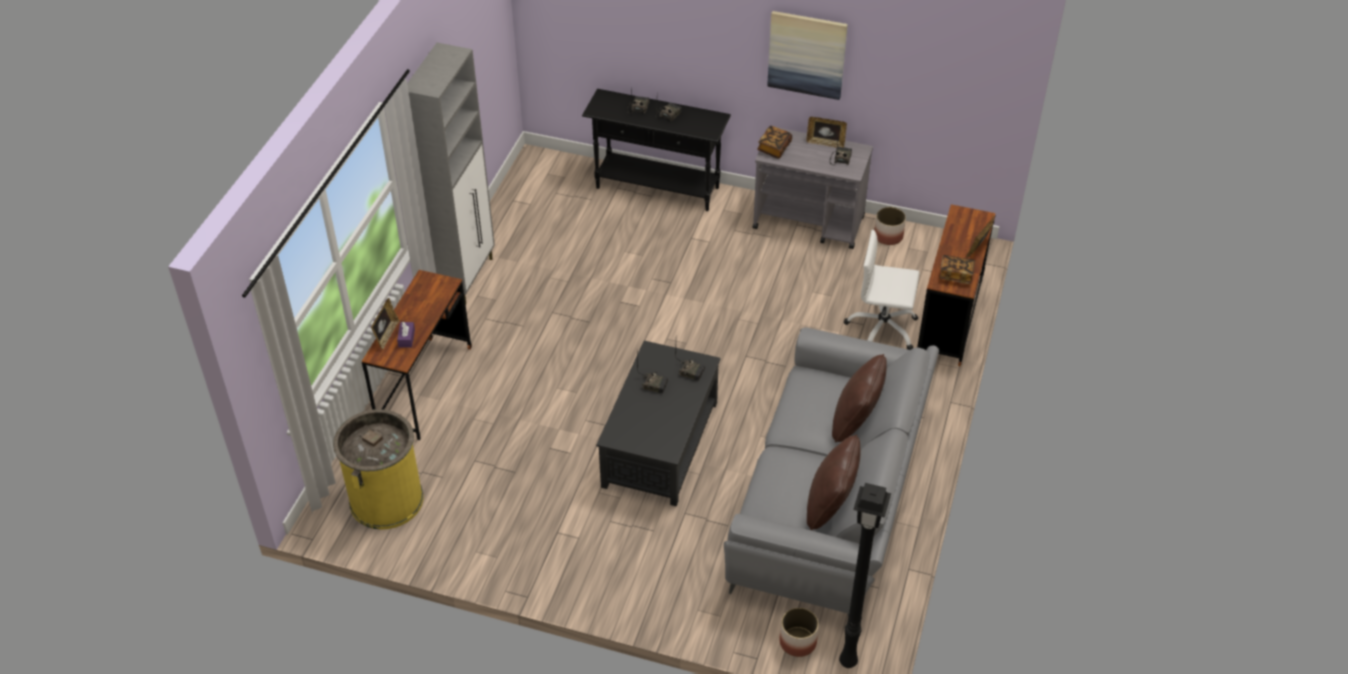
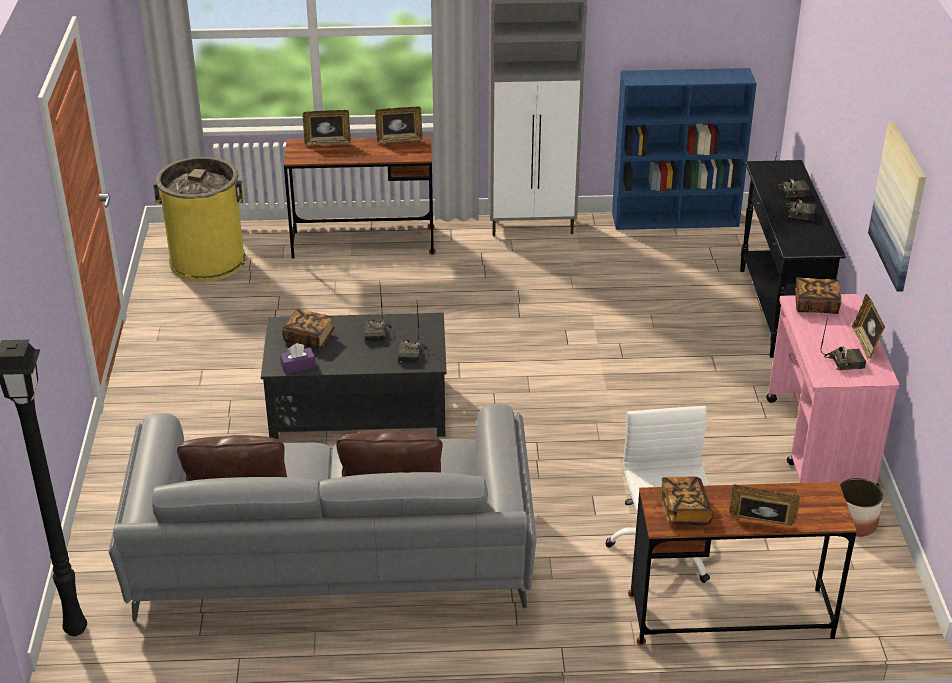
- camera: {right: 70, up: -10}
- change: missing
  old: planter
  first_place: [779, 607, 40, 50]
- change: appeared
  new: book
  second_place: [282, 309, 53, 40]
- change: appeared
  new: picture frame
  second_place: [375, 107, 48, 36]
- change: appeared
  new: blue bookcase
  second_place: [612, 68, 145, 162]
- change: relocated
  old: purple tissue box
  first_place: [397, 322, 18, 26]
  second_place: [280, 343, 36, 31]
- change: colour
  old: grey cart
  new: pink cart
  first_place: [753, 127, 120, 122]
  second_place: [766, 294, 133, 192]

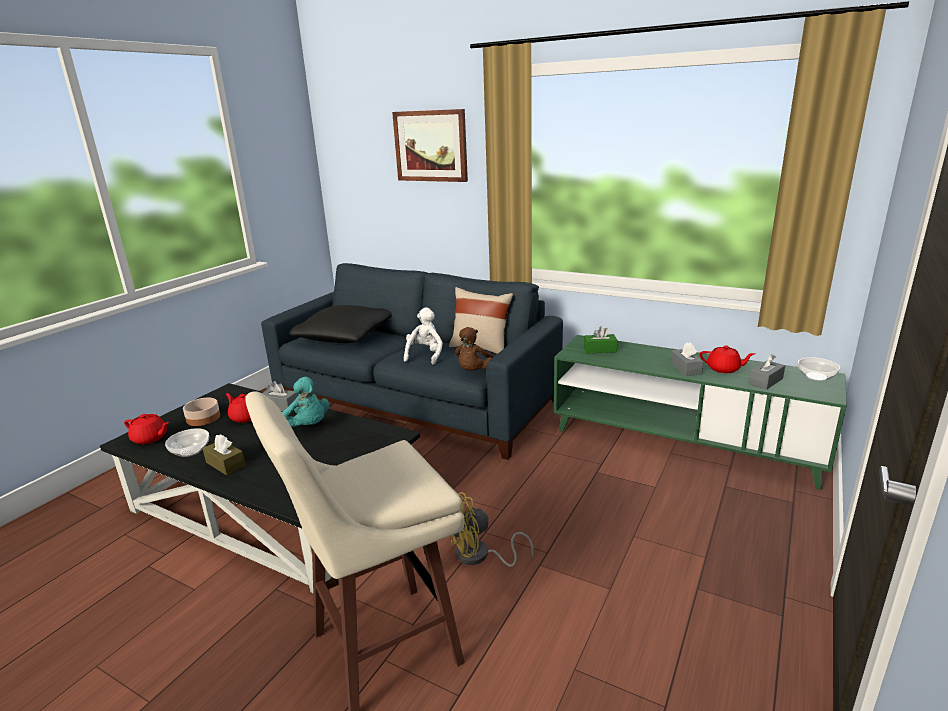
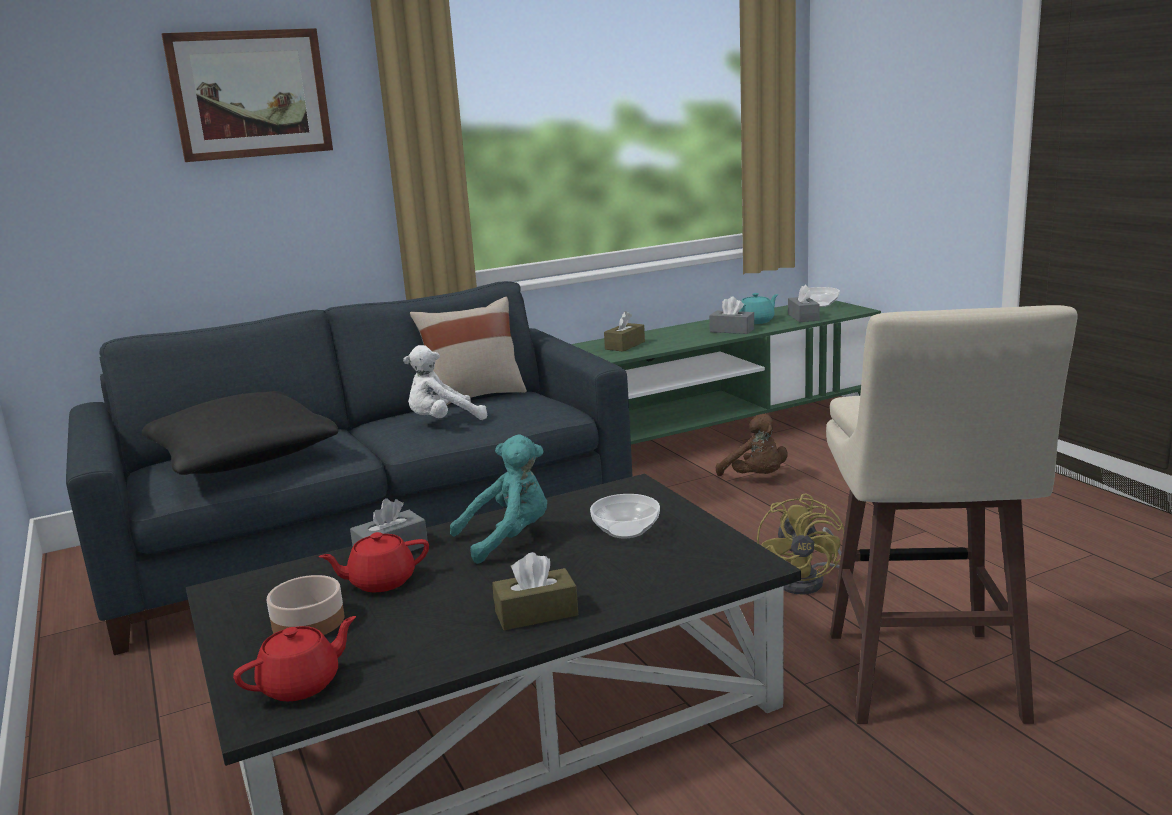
- camera: {right: -55, up: -5}
- change: relocated
  old: bowl
  first_place: [165, 428, 44, 29]
  second_place: [590, 494, 70, 44]
- change: relocated
  old: brown plush toy
  first_place: [455, 327, 39, 44]
  second_place: [716, 414, 72, 62]
- change: colour
  old: green tissue box
  new: brown tissue box
  first_place: [584, 326, 34, 27]
  second_place: [604, 311, 41, 41]
- change: colour
  old: red teapot
  new: turquoise teapot
  first_place: [700, 346, 55, 27]
  second_place: [740, 293, 38, 31]
- change: spun
  old: white plush toy
  first_place: [404, 307, 39, 58]
  second_place: [403, 345, 84, 75]
  degrees: -75

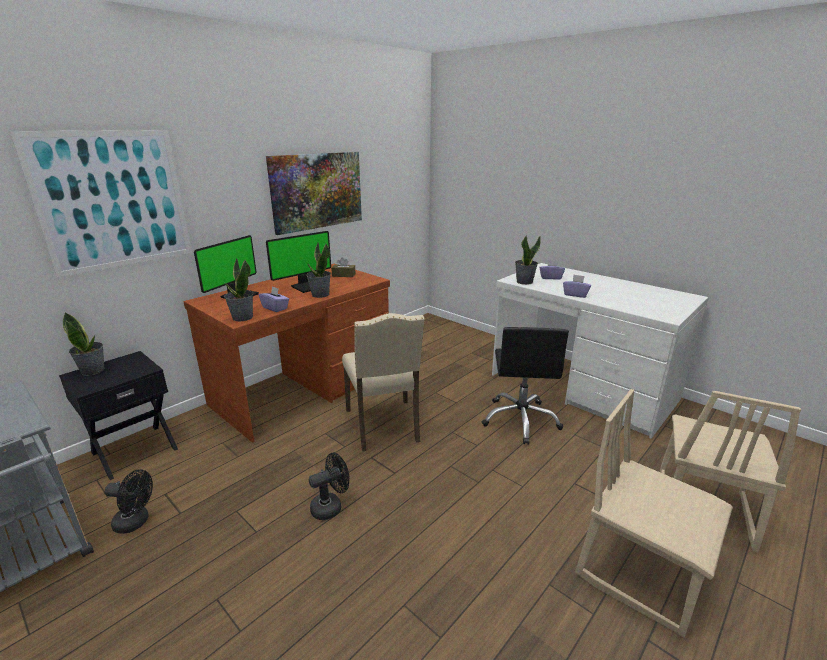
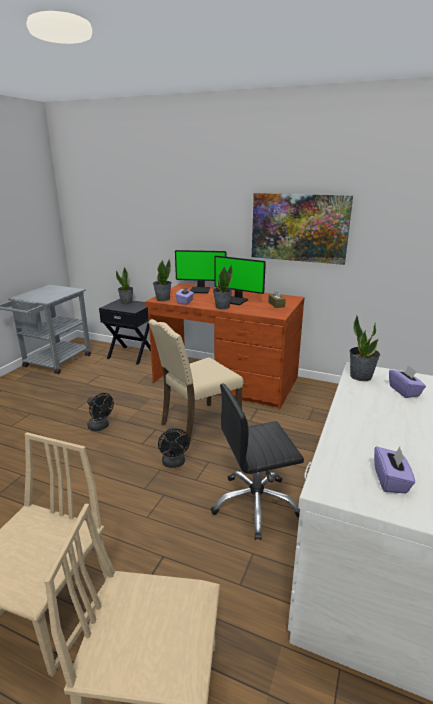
- camera: {right: 70, up: 0}
- change: missing
  old: picture
  first_place: [10, 130, 182, 148]
- change: relocated
  old: black fan
  first_place: [105, 469, 48, 65]
  second_place: [158, 427, 32, 41]
- change: relocated
  old: purple tissue box
  first_place: [563, 274, 28, 24]
  second_place: [374, 446, 41, 47]

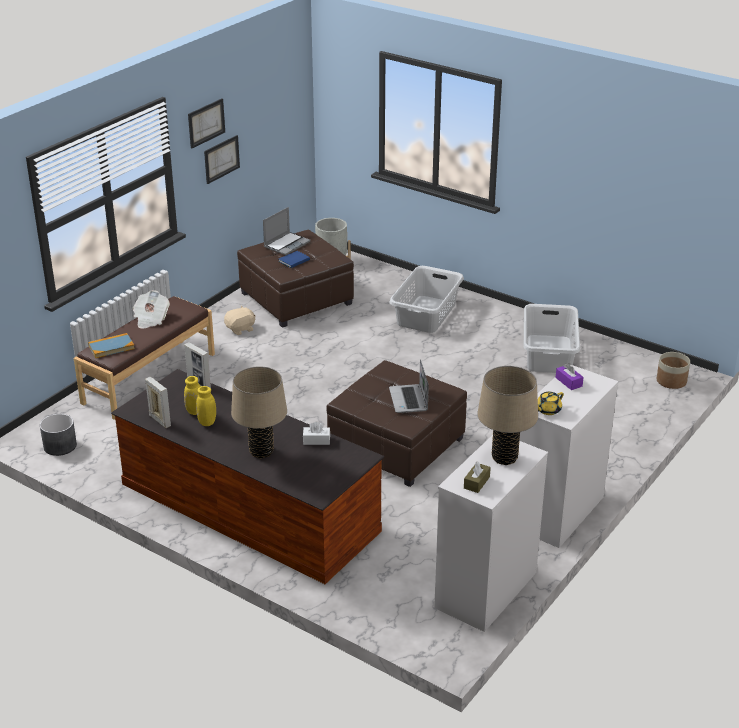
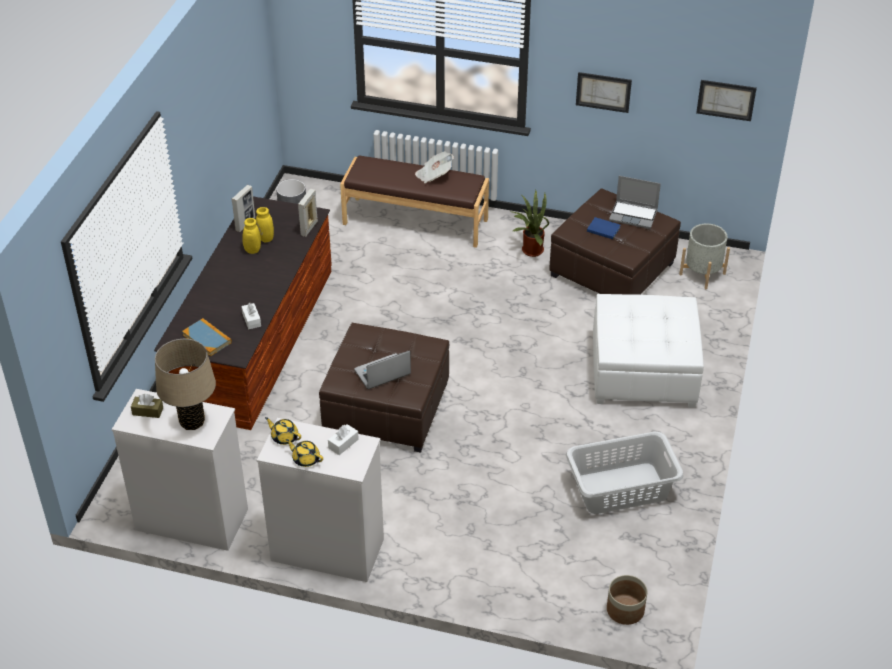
- camera: {right: 70, up: 10}
- change: missing
  old: beige table lamp
  first_place: [231, 366, 56, 92]
- change: appeared
  new: yellow teapot
  second_place: [286, 439, 37, 28]
- change: relocated
  old: book
  first_place: [88, 333, 47, 25]
  second_place: [182, 318, 50, 38]
- change: relocated
  old: picture
  first_place: [188, 99, 37, 50]
  second_place: [696, 80, 61, 41]
- change: exchanged
  old: beige plush toy
  new: potted plant
  first_place: [224, 306, 32, 29]
  second_place: [513, 190, 36, 67]
- change: exchanged
  old: grey laundry basket
  new: white ottoman
  first_place: [389, 266, 75, 67]
  second_place: [593, 294, 111, 114]
- change: colour
  old: purple tissue box
  new: white tissue box
  first_place: [555, 363, 29, 27]
  second_place: [328, 424, 31, 31]

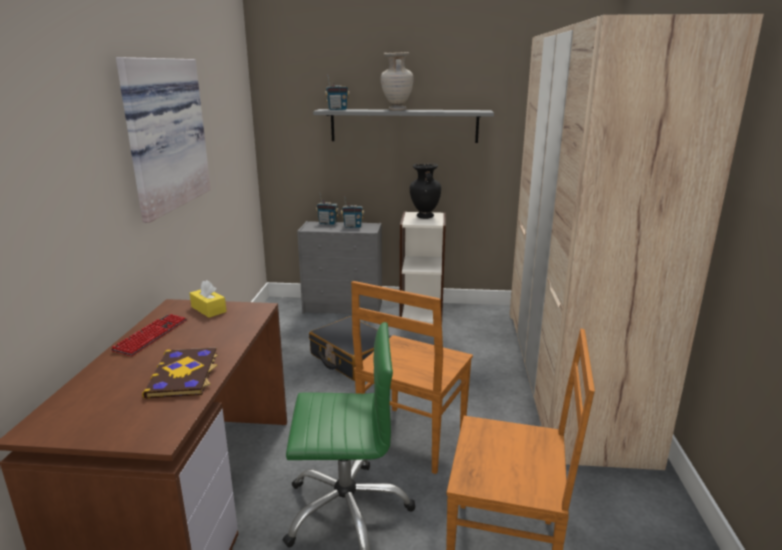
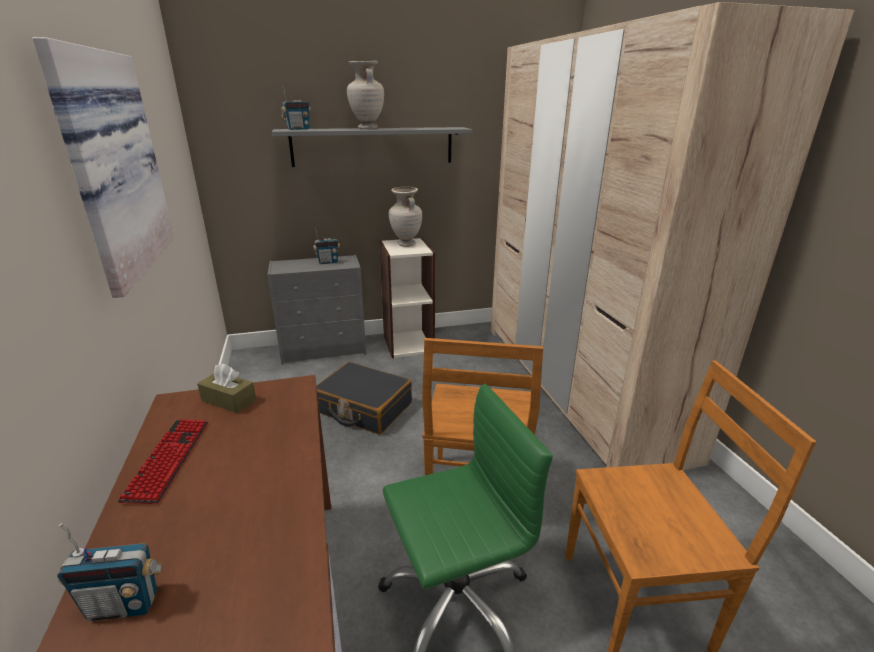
- camera: {right: -20, up: 5}
- change: missing
  old: book
  first_place: [142, 348, 76, 51]
- change: relocated
  old: radio
  first_place: [316, 192, 23, 33]
  second_place: [57, 523, 105, 98]
- change: colour
  old: yellow tissue box
  new: brown tissue box
  first_place: [190, 280, 37, 38]
  second_place: [197, 364, 59, 49]
- change: colour
  old: black vase
  new: beige vase
  first_place: [410, 163, 31, 56]
  second_place: [389, 187, 33, 60]

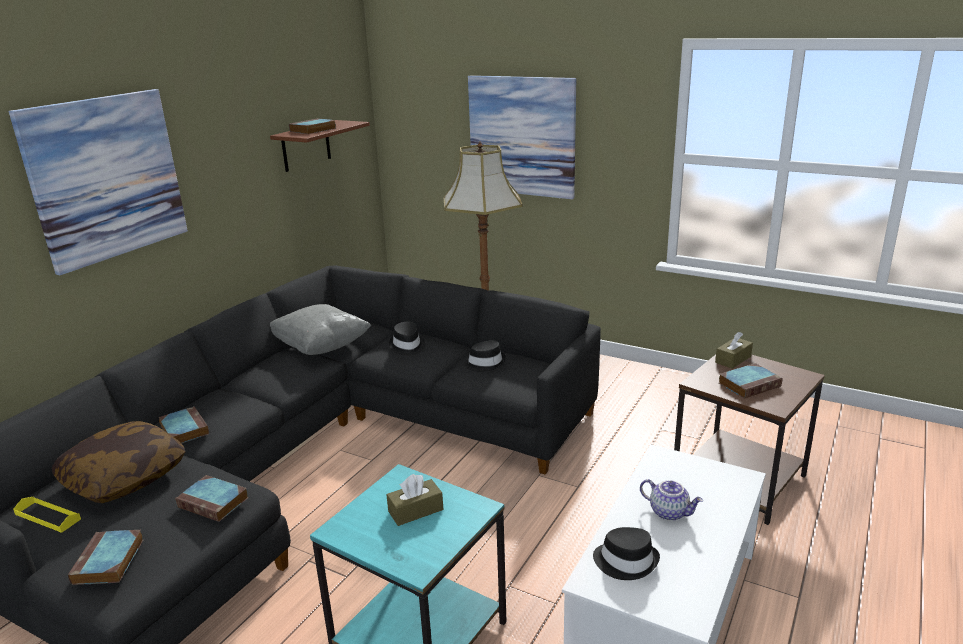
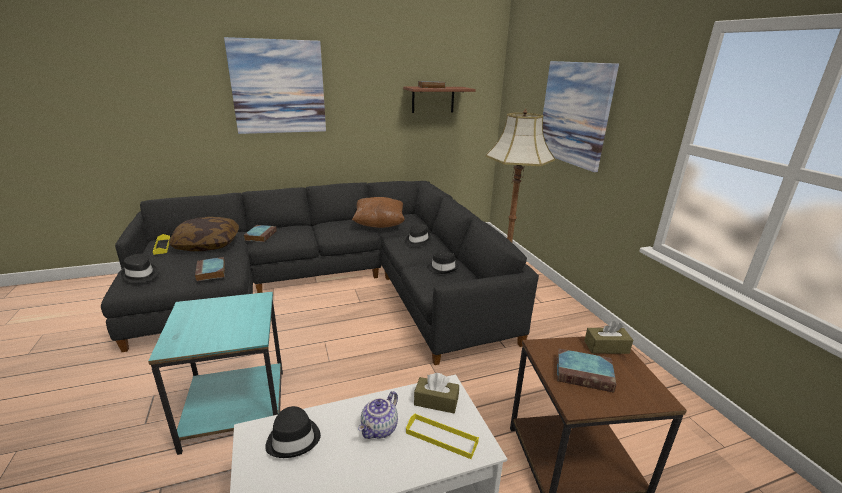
- camera: {right: 40, up: 0}
- change: appeared
  new: yellow tray
  second_place: [406, 413, 73, 46]
- change: relocated
  old: brown tissue box
  first_place: [386, 474, 57, 52]
  second_place: [414, 373, 45, 40]
- change: exchanged
  old: book
  new: black hat
  first_place: [68, 530, 75, 55]
  second_place: [121, 254, 38, 29]
- change: colour
  old: grey pillow
  new: brown pillow
  first_place: [270, 304, 102, 51]
  second_place: [352, 197, 53, 31]
- change: spun
  old: teapot
  first_place: [640, 479, 63, 42]
  second_place: [358, 391, 40, 48]
  degrees: 45

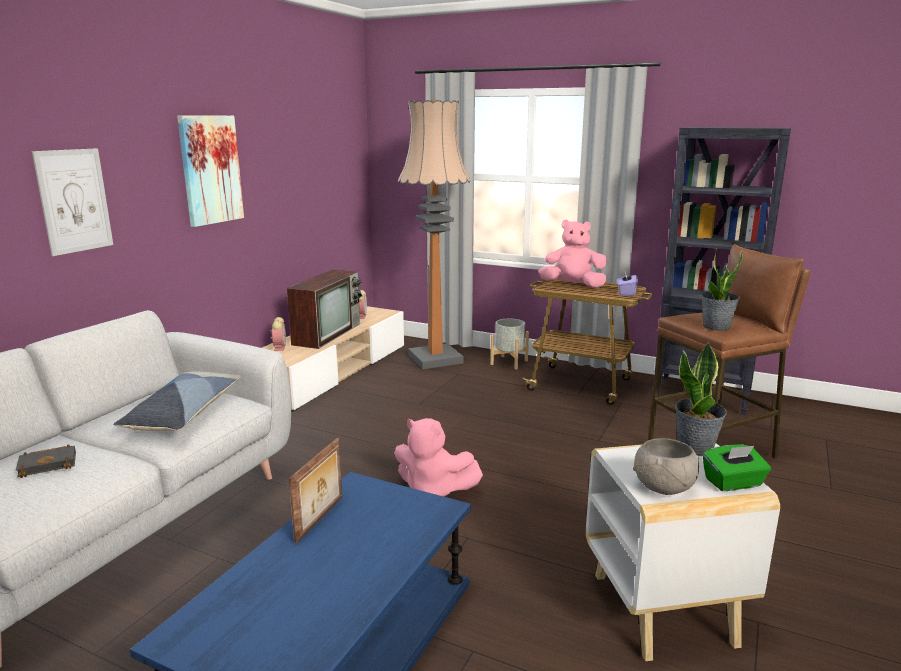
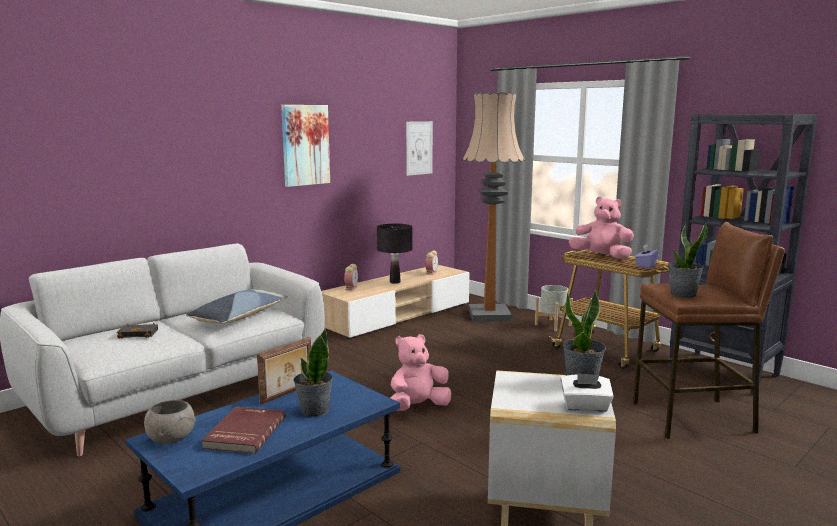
- camera: {right: 20, up: -5}
- change: appeared
  new: red book
  second_place: [201, 407, 85, 47]
- change: appeared
  new: potted plant
  second_place: [293, 329, 40, 88]
- change: relocated
  old: picture
  first_place: [32, 148, 81, 108]
  second_place: [406, 121, 27, 55]
- change: relocated
  old: grey bowl
  first_place: [633, 438, 66, 57]
  second_place: [144, 400, 52, 44]
- change: exchanged
  old: television
  new: black table lamp
  first_place: [287, 270, 76, 79]
  second_place: [377, 224, 36, 60]
- change: colour
  old: green tissue box
  new: white tissue box
  first_place: [702, 444, 69, 47]
  second_place: [561, 373, 53, 39]
- change: spun
  old: pink plush toy
  first_place: [394, 418, 89, 79]
  second_place: [390, 334, 61, 77]
  degrees: 105

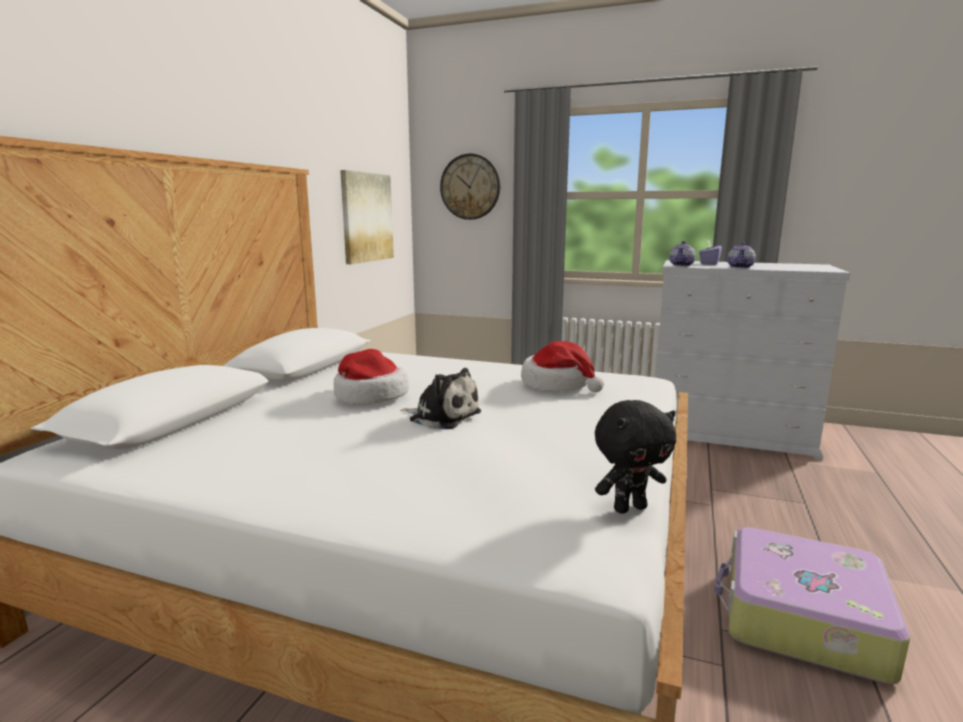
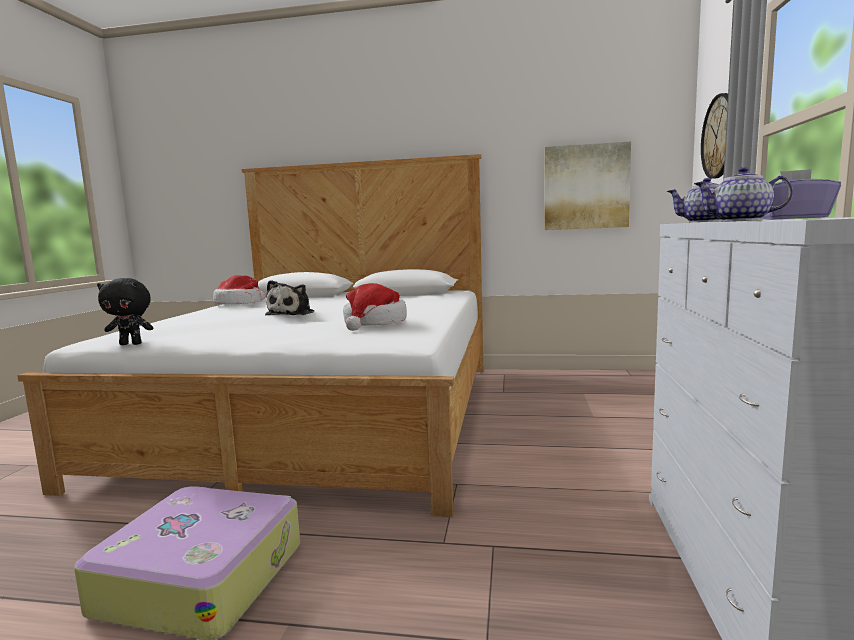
- camera: {right: 80, up: -5}
- change: relocated
  old: hat
  first_place: [334, 349, 75, 55]
  second_place: [213, 275, 52, 29]
- change: spun
  old: black plush toy
  first_place: [595, 400, 81, 114]
  second_place: [97, 278, 56, 67]
  degrees: -60

